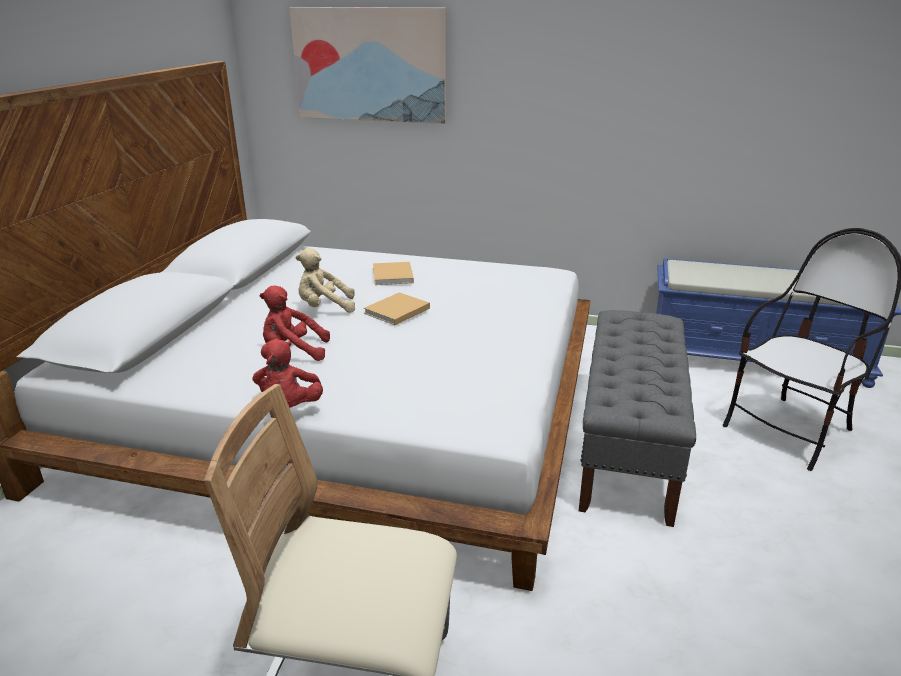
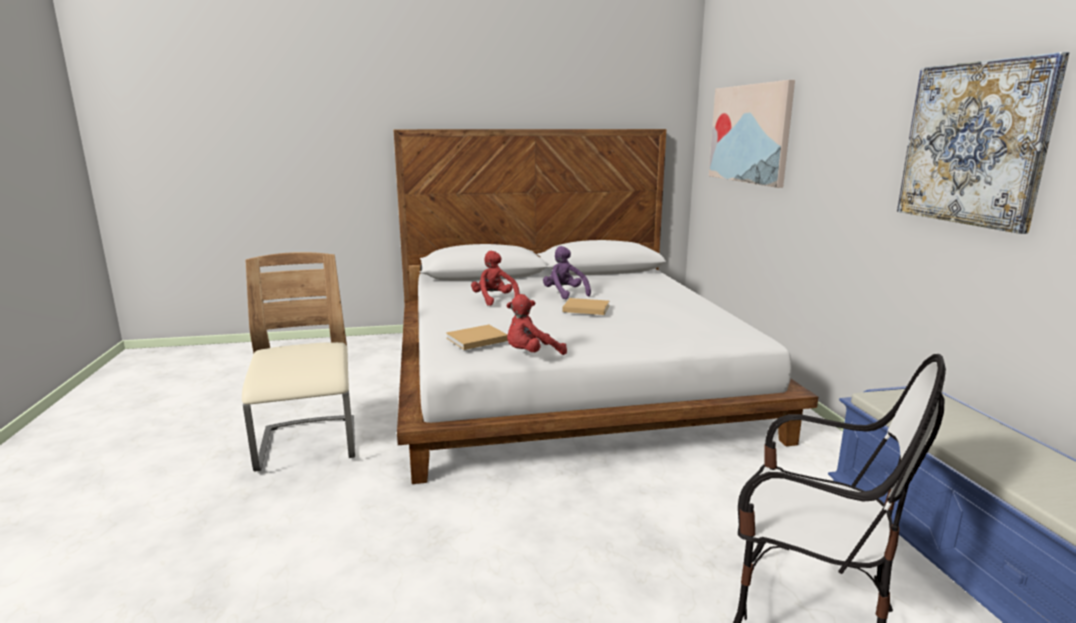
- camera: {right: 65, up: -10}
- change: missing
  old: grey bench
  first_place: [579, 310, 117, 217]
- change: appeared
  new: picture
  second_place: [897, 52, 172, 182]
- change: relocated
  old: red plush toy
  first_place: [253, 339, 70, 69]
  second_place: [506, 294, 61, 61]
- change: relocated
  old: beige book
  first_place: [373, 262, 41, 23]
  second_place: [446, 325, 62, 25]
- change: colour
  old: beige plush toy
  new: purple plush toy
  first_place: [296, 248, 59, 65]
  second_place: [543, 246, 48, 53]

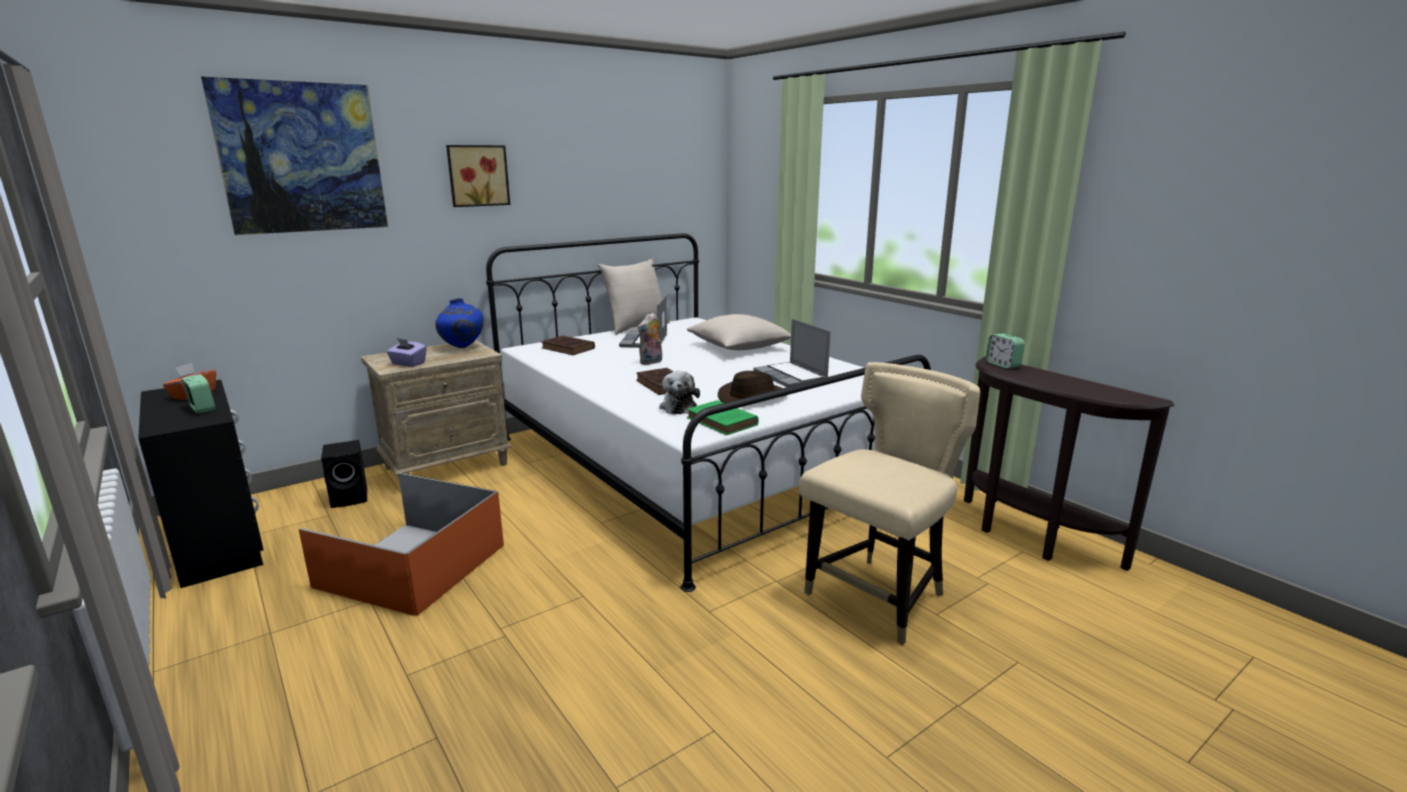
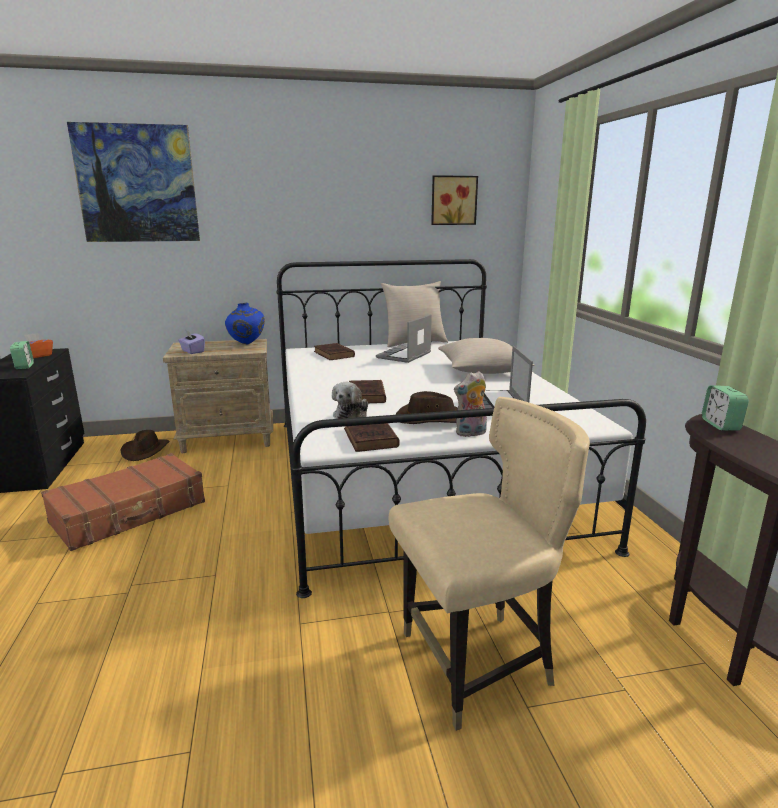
- camera: {right: 25, up: 0}
- change: relocated
  old: picture
  first_place: [446, 145, 64, 62]
  second_place: [431, 175, 47, 50]
- change: relocated
  old: plush toy
  first_place: [638, 312, 24, 53]
  second_place: [454, 371, 33, 66]
- change: exchanged
  old: orange storage box
  new: brown suitcase
  first_place: [299, 473, 205, 143]
  second_place: [41, 453, 164, 98]
- change: exchanged
  old: black speaker
  new: brown hat
  first_place: [321, 440, 46, 68]
  second_place: [121, 430, 49, 31]
- change: colour
  old: green book
  new: brown book
  first_place: [687, 400, 72, 35]
  second_place: [344, 423, 56, 29]

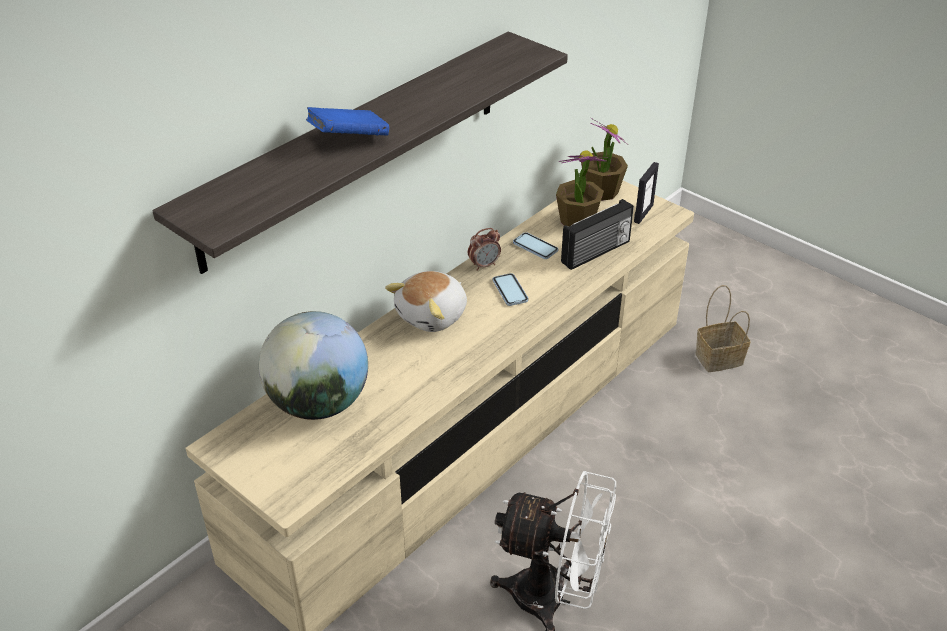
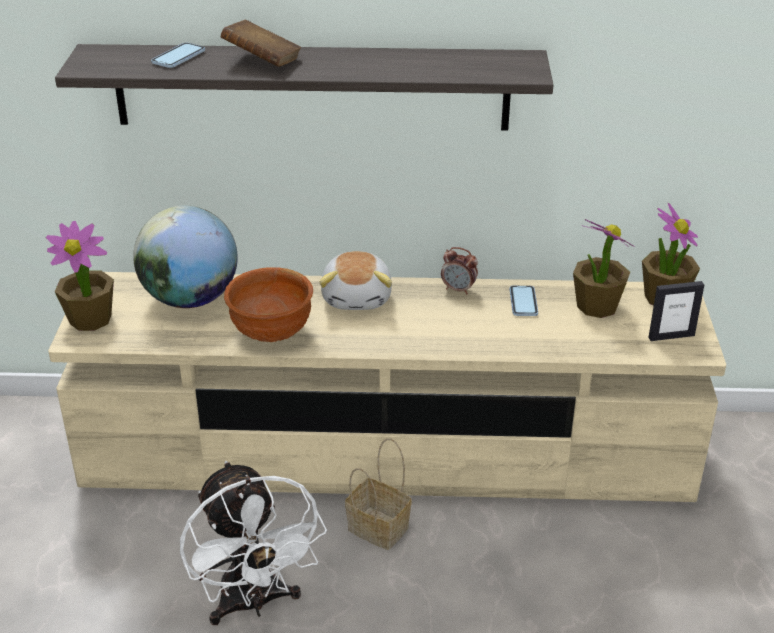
- camera: {right: 50, up: -5}
- change: missing
  old: radio
  first_place: [561, 199, 73, 71]
- change: appeared
  new: potted plant
  second_place: [46, 221, 68, 110]
- change: appeared
  new: brown bowl
  second_place: [224, 267, 89, 75]
- change: relocated
  old: phone
  first_place: [493, 273, 35, 33]
  second_place: [151, 43, 54, 25]
- change: relocated
  old: basket
  first_place: [695, 285, 55, 87]
  second_place: [345, 438, 67, 112]
- change: colour
  old: blue book
  new: brown book
  first_place: [306, 107, 83, 29]
  second_place: [221, 20, 80, 47]
- change: spun
  old: plush toy
  first_place: [385, 271, 82, 61]
  second_place: [319, 251, 73, 59]
  degrees: -90

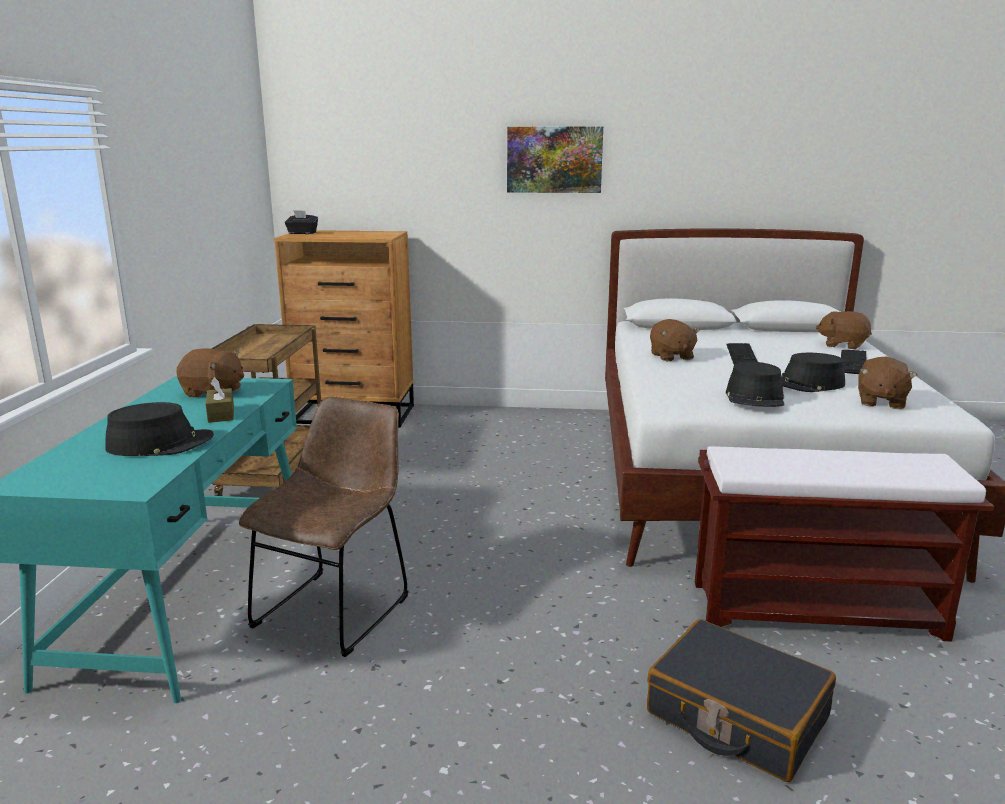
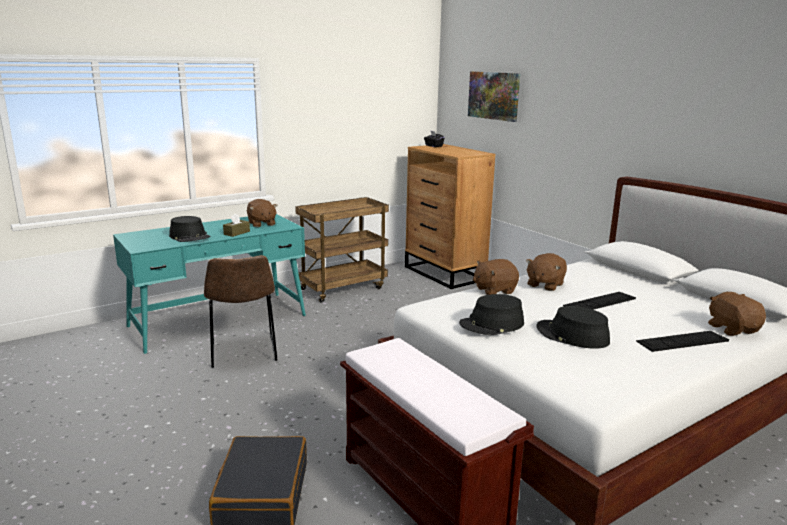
- camera: {right: 50, up: 0}
- change: relocated
  old: picture
  first_place: [507, 127, 96, 66]
  second_place: [468, 71, 52, 51]
- change: relocated
  old: brown plush toy
  first_place: [858, 357, 59, 52]
  second_place: [473, 259, 46, 36]
- change: spun
  old: brown chair
  first_place: [239, 396, 169, 261]
  second_place: [204, 255, 73, 113]
  degrees: 90

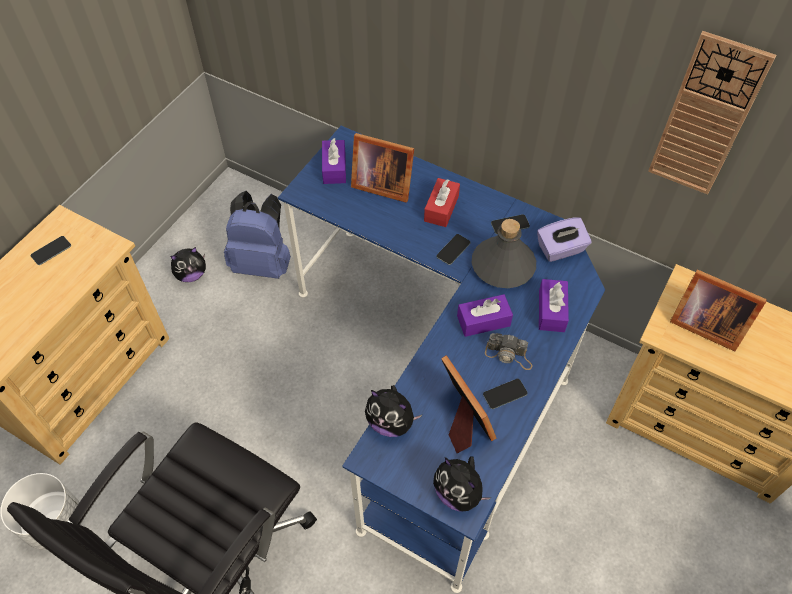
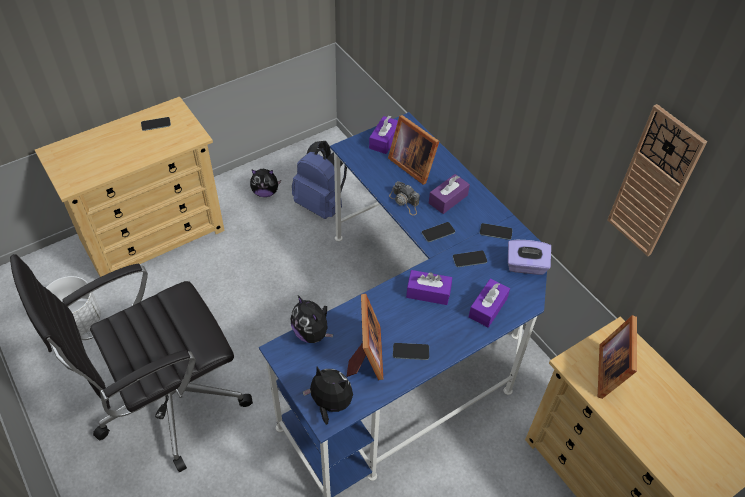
- camera: {right: 25, up: -5}
- change: relocated
  old: photo camera
  first_place: [485, 333, 47, 37]
  second_place: [389, 181, 31, 34]
- change: exchanged
  old: grey bottle
  new: phone
  first_place: [471, 219, 65, 69]
  second_place: [453, 251, 34, 16]
- change: colour
  old: red tissue box
  new: purple tissue box
  first_place: [424, 178, 36, 49]
  second_place: [429, 174, 41, 40]
- change: spun
  old: plush toy
  first_place: [433, 456, 59, 56]
  second_place: [303, 367, 50, 58]
  degrees: 135
- change: spun
  old: picture frame
  first_place: [670, 269, 97, 83]
  second_place: [598, 315, 39, 84]
  degrees: 45

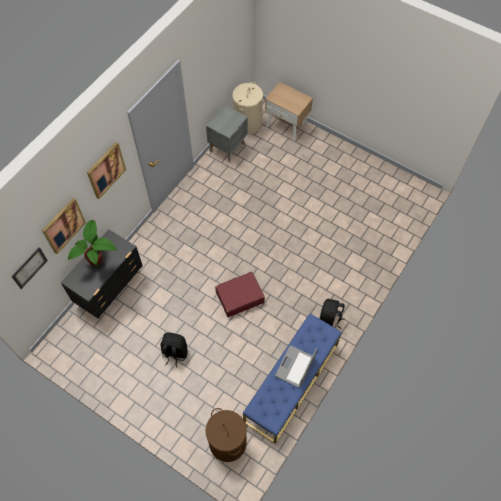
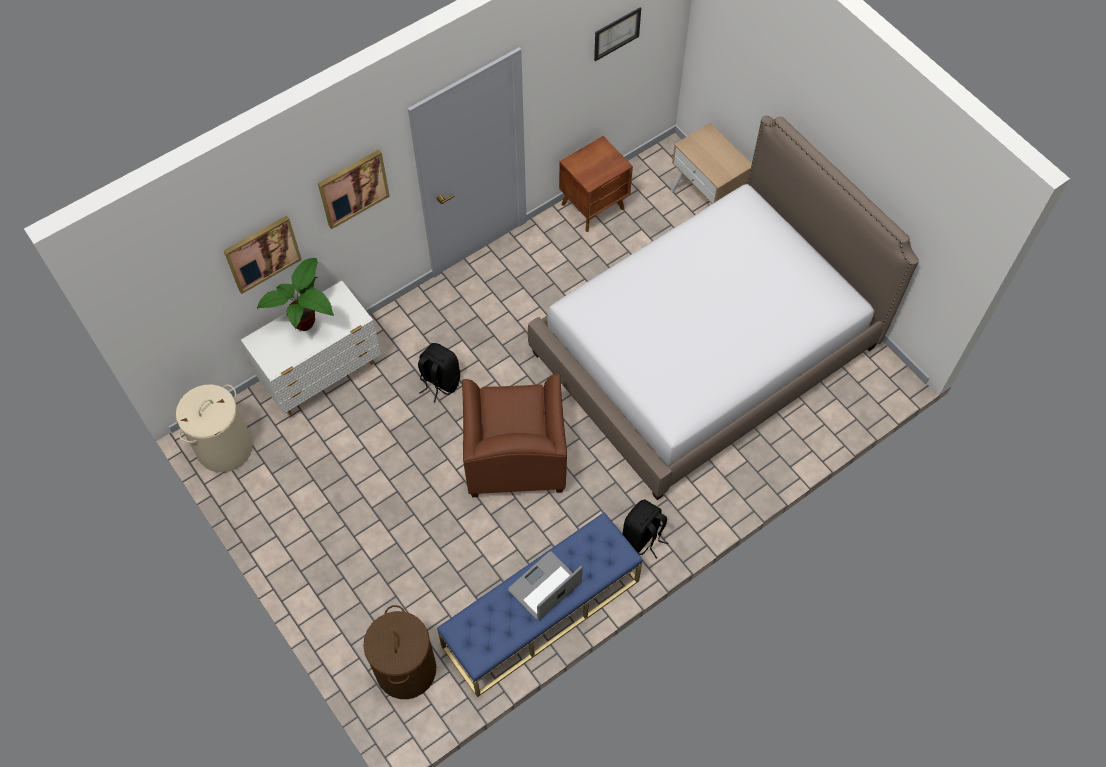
- camera: {right: 20, up: 0}
- change: appeared
  new: bed
  second_place: [528, 115, 391, 385]
- change: relocated
  old: picture
  first_place: [11, 247, 37, 42]
  second_place: [594, 7, 47, 54]
- change: relocated
  old: black backpack
  first_place: [160, 333, 28, 35]
  second_place: [418, 343, 42, 59]
- change: relocated
  old: beige laundry basket
  first_place: [232, 82, 31, 52]
  second_place: [176, 385, 77, 88]
- change: exchanged
  old: red suitcase
  new: brown armchair
  first_place: [215, 272, 50, 45]
  second_place: [462, 374, 105, 123]
- change: colour
  old: black dresser
  new: white dresser
  first_place: [61, 229, 82, 90]
  second_place: [241, 281, 140, 134]
- change: colour
  old: grey nightstand
  new: brown nightstand
  first_place: [206, 105, 42, 57]
  second_place: [559, 136, 74, 96]

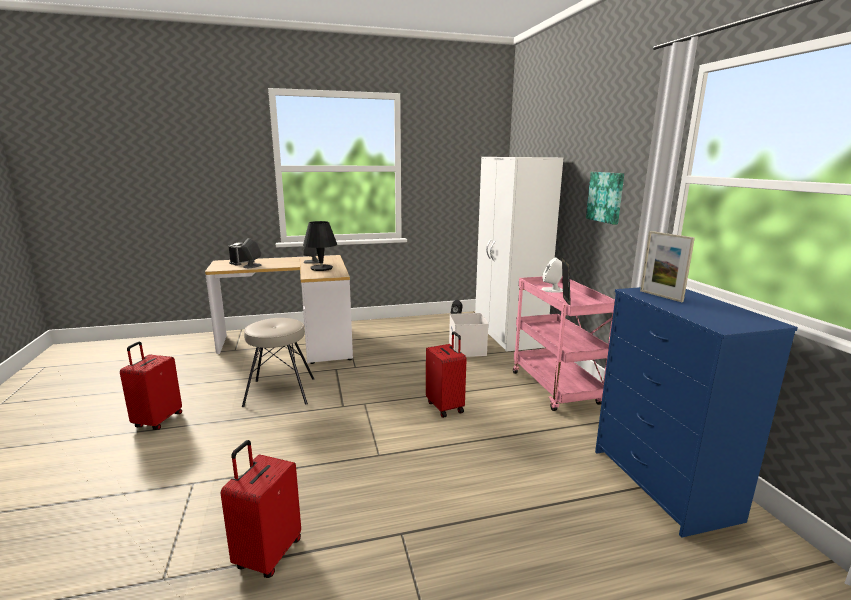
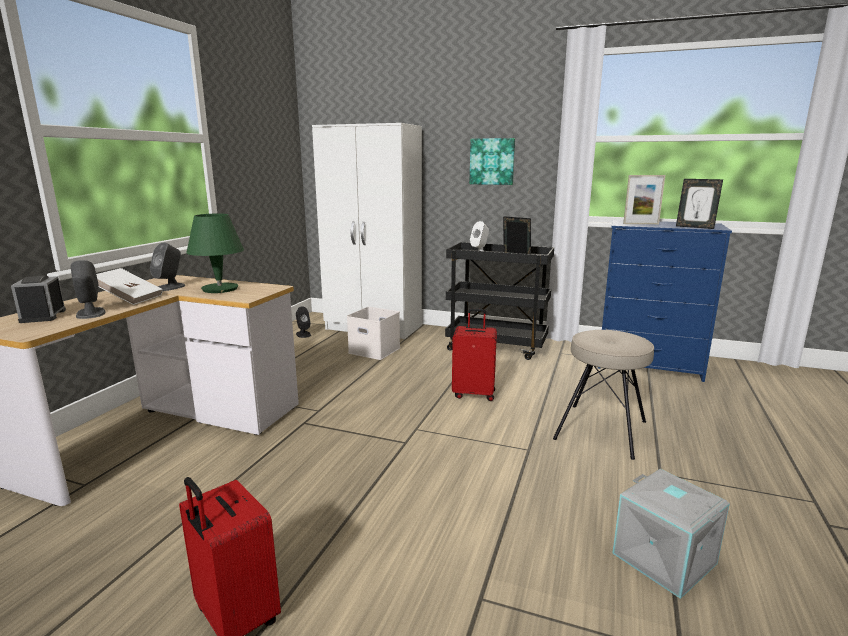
- camera: {right: -55, up: 0}
- change: appeared
  new: white book
  second_place: [96, 268, 67, 37]
- change: appeared
  new: picture frame
  second_place: [676, 179, 47, 50]
- change: relocated
  old: beige stool
  first_place: [242, 318, 72, 89]
  second_place: [553, 330, 101, 130]
- change: exchanged
  old: red suitcase
  new: grey storage box
  first_place: [220, 440, 81, 138]
  second_place: [612, 469, 118, 130]
- change: colour
  old: black table lamp
  new: green table lamp
  first_place: [303, 221, 34, 50]
  second_place: [186, 214, 58, 79]
- change: colour
  old: pink cart
  new: black cart
  first_place: [513, 276, 102, 135]
  second_place: [445, 242, 109, 118]

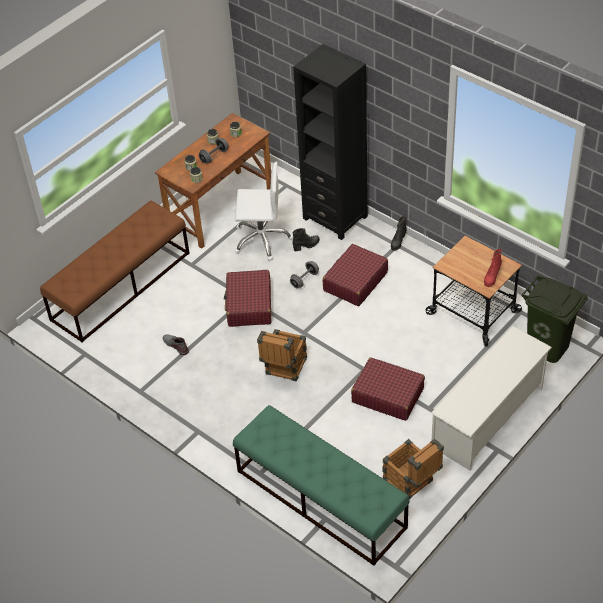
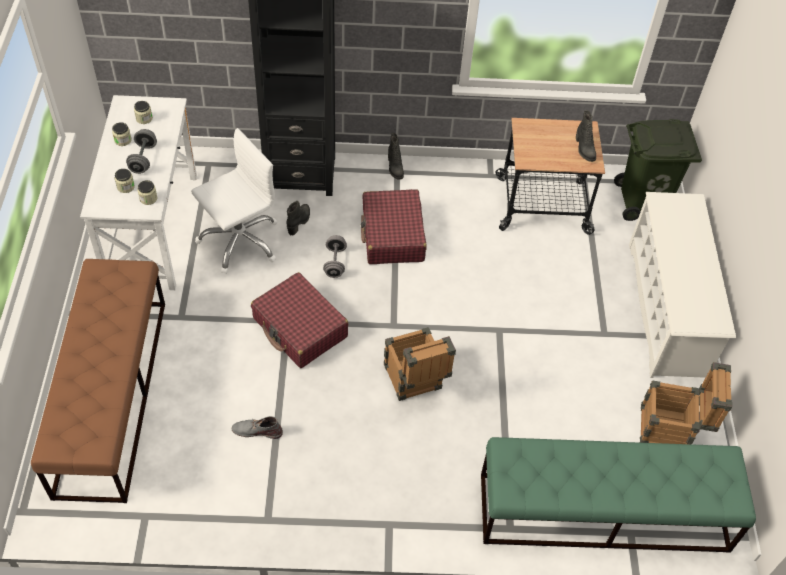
- camera: {right: -45, up: 5}
- change: missing
  old: red suitcase
  first_place: [351, 358, 74, 63]
- change: colour
  old: brown desk
  new: white desk
  first_place: [155, 113, 116, 136]
  second_place: [80, 95, 117, 195]
- change: colour
  old: red boot
  new: black boot
  first_place: [484, 249, 18, 38]
  second_place: [576, 110, 20, 52]

